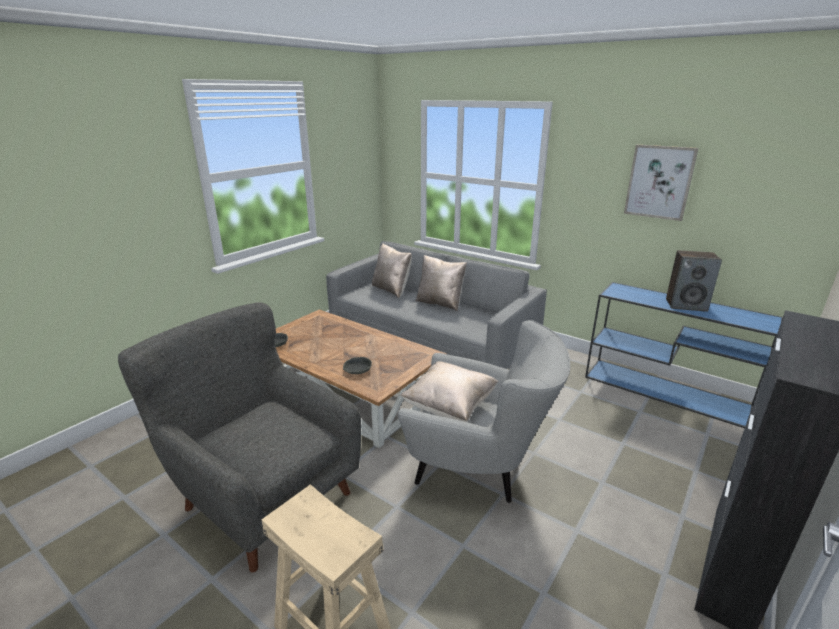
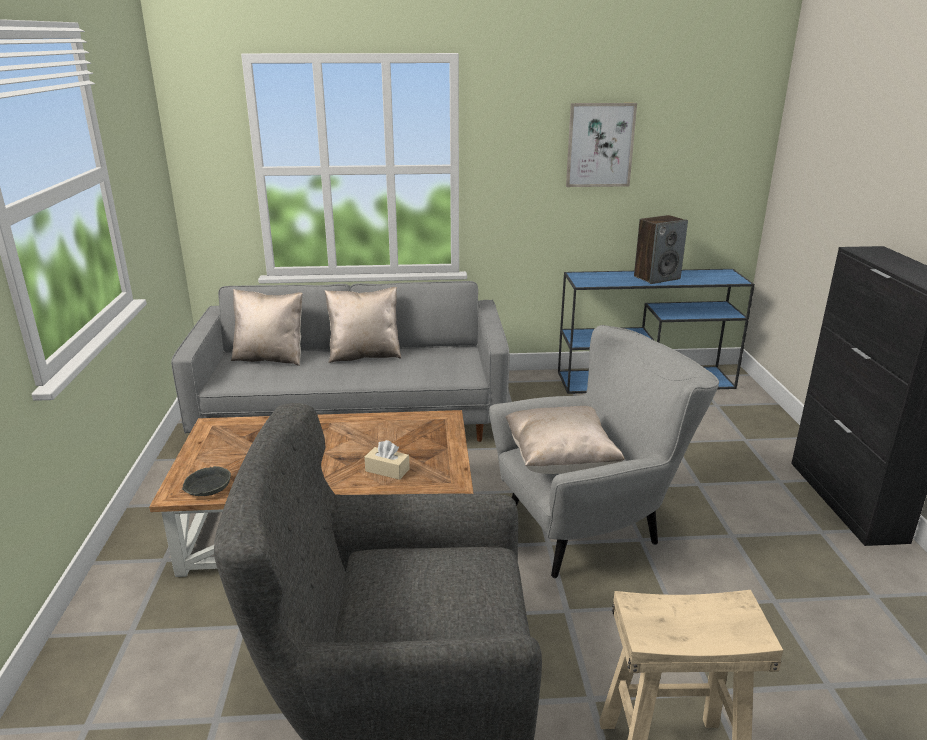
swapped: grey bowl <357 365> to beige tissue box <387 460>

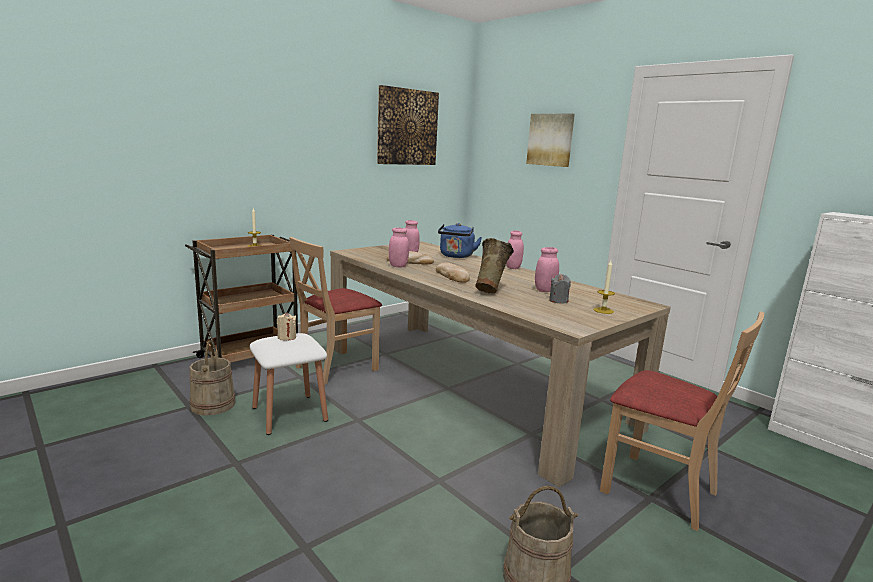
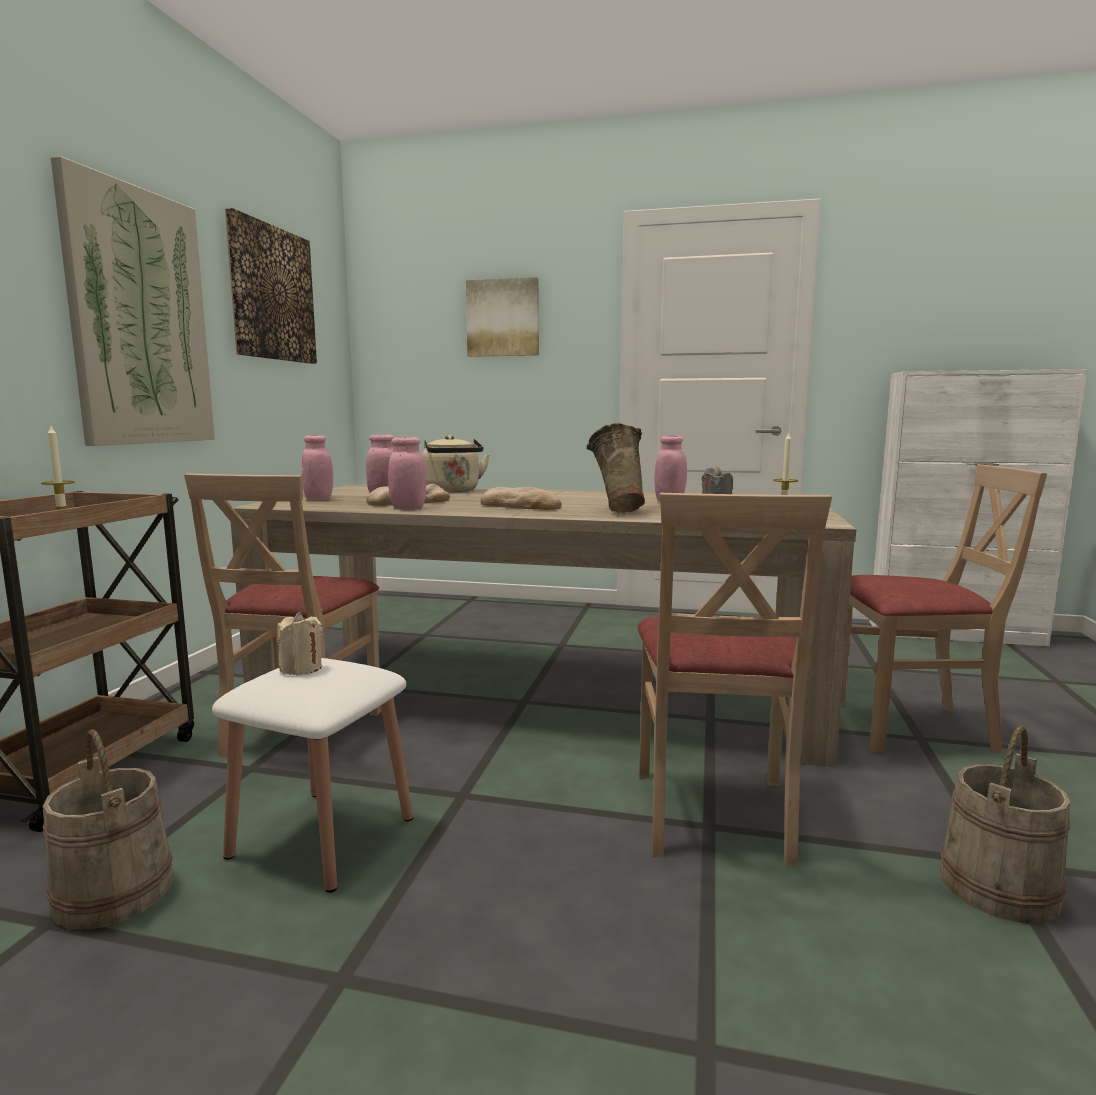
new: picture <133 301>; beige chair <735 679>
shifted: pink jar <515 249> to <317 468>
repainted: blue kettle <460 240> to beige kettle <456 464>

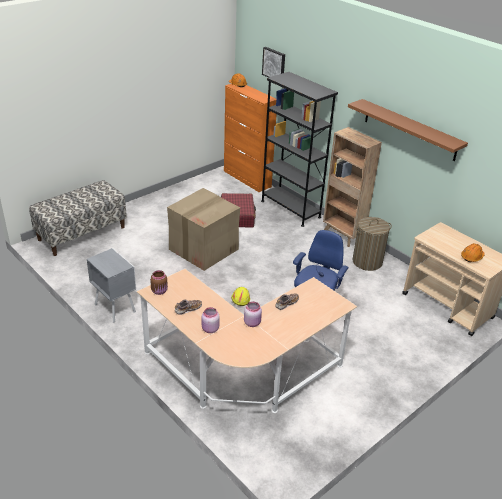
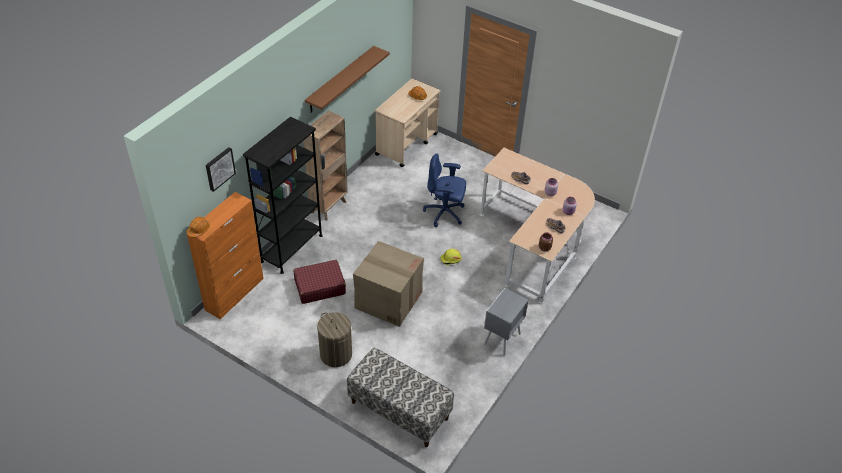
shifted: laundry basket <372 244> to <334 339>

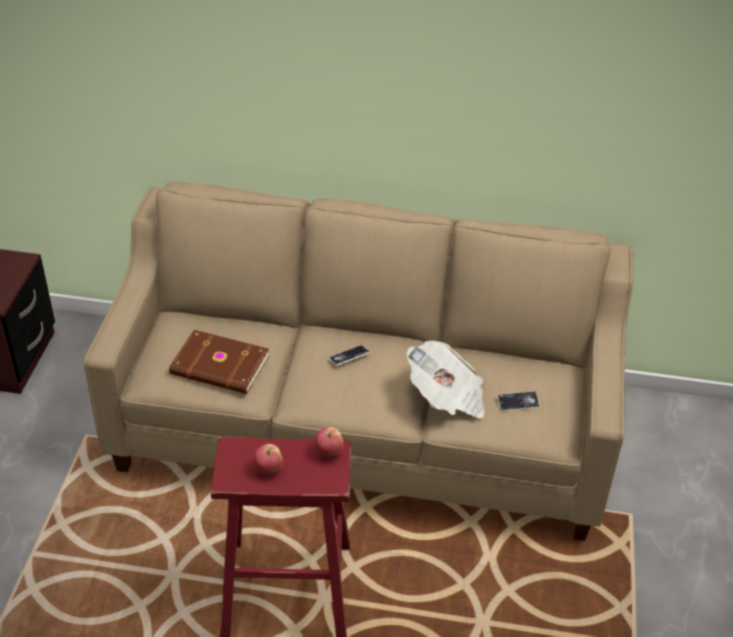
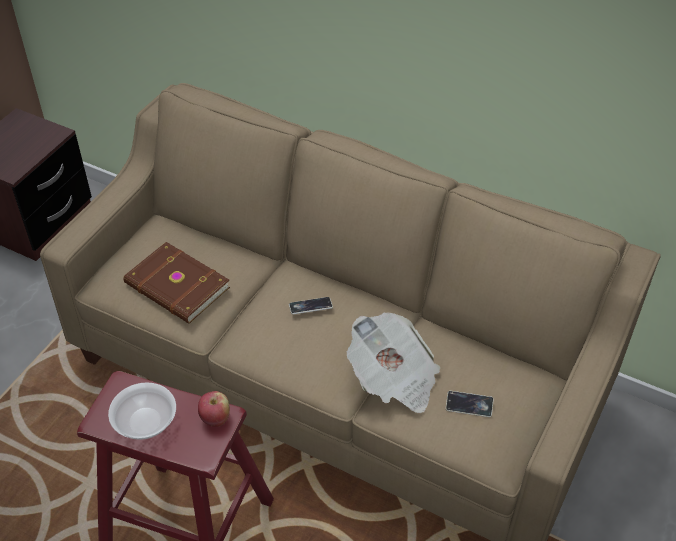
swapped: apple <268 460> to bowl <142 411>

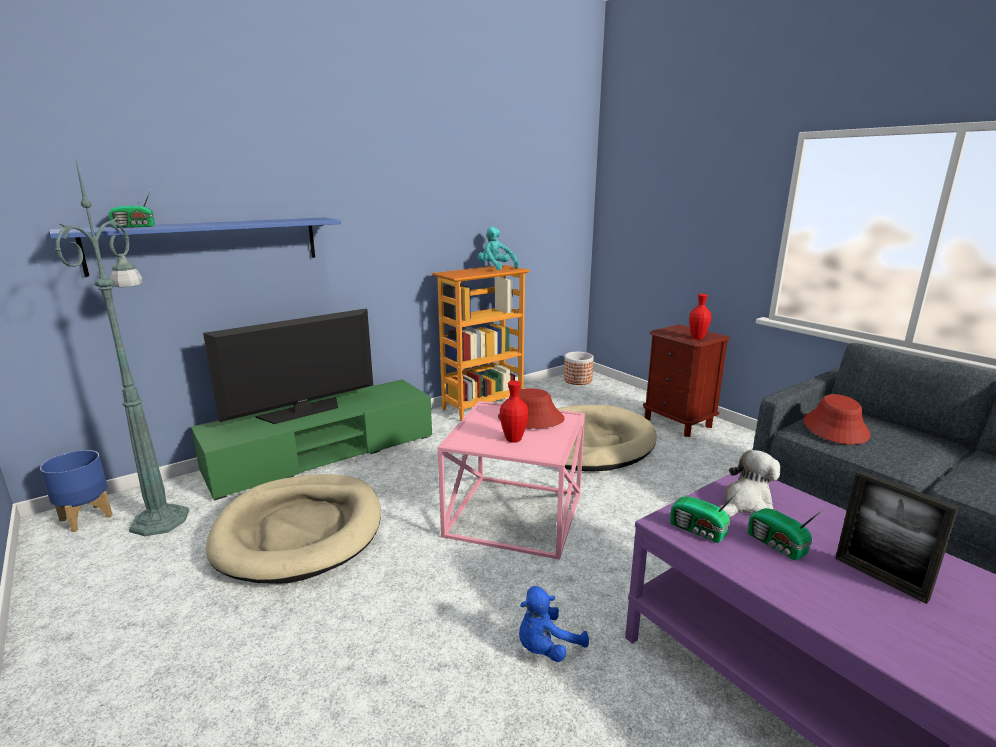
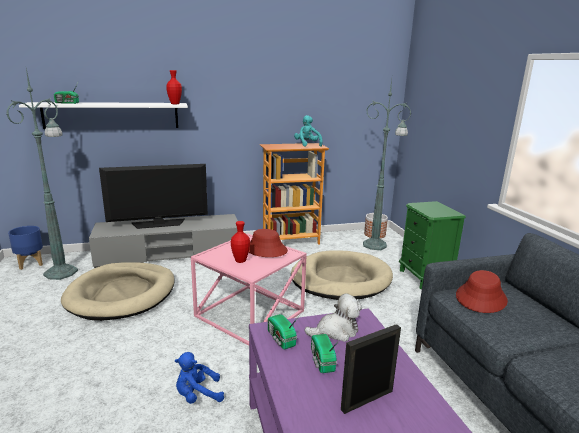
new: green floor lamp <387 164>
shifted: red vase <700 316> to <174 87>
repainted: blue shelf <195 247> to white shelf <103 115>; green tv stand <311 439> to grey tv stand <163 241>; brown nightstand <686 380> to green nightstand <432 245>
rotated: picture frame <897 537> = <371 369> 75 degrees clockwise

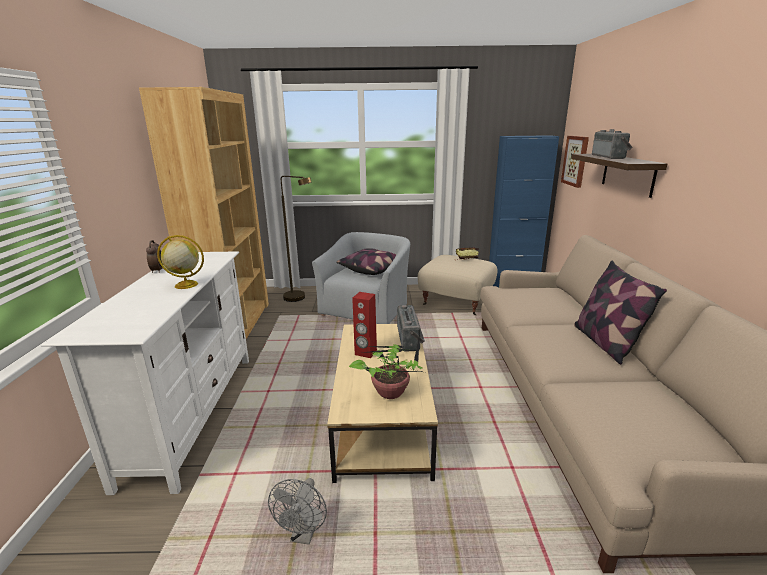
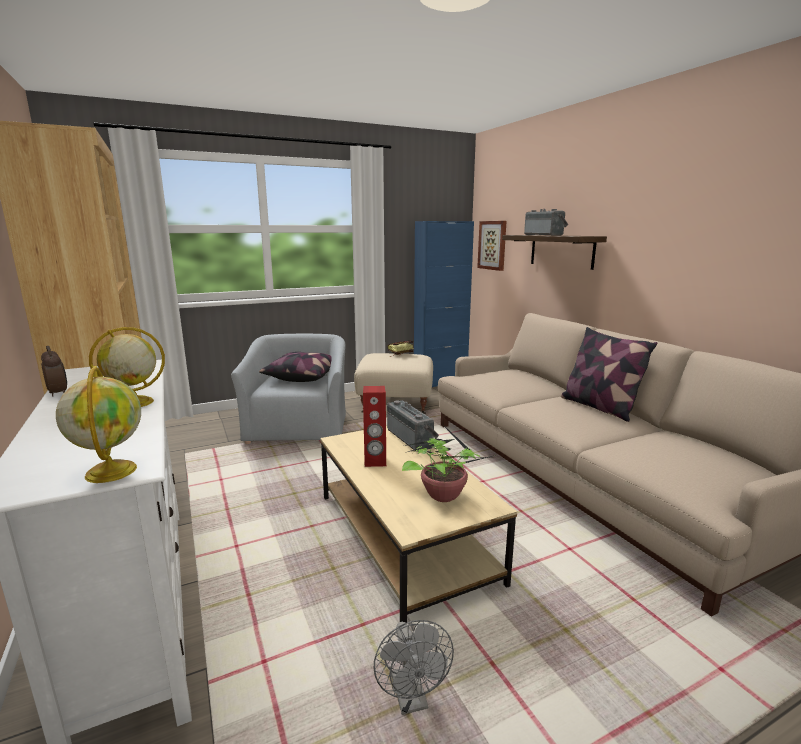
gone: brown floor lamp <296 239>
new: globe <98 424>

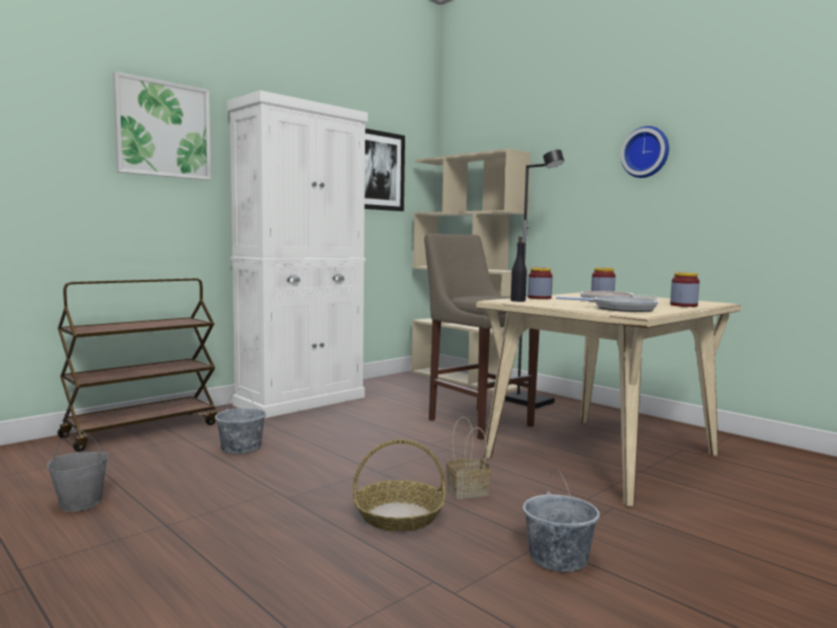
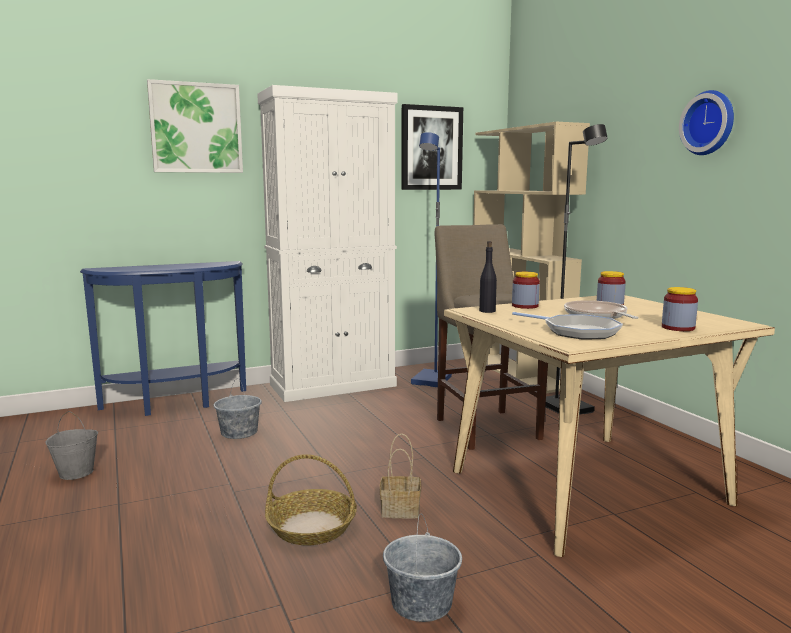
new: blue floor lamp <431 259>
swapped: brown cart <137 365> to blue console table <163 338>

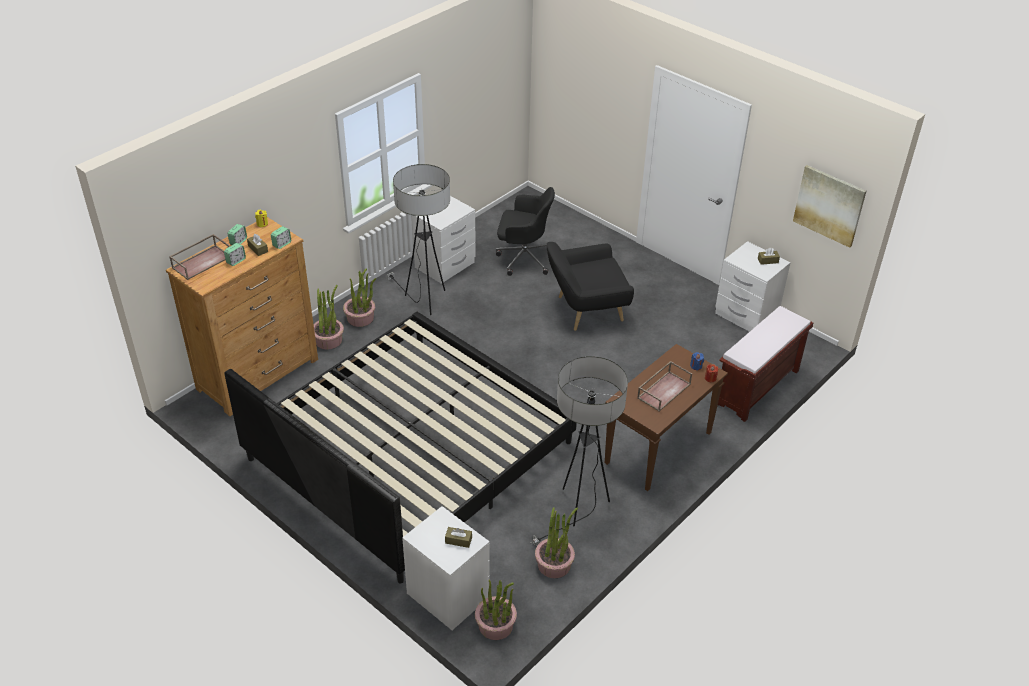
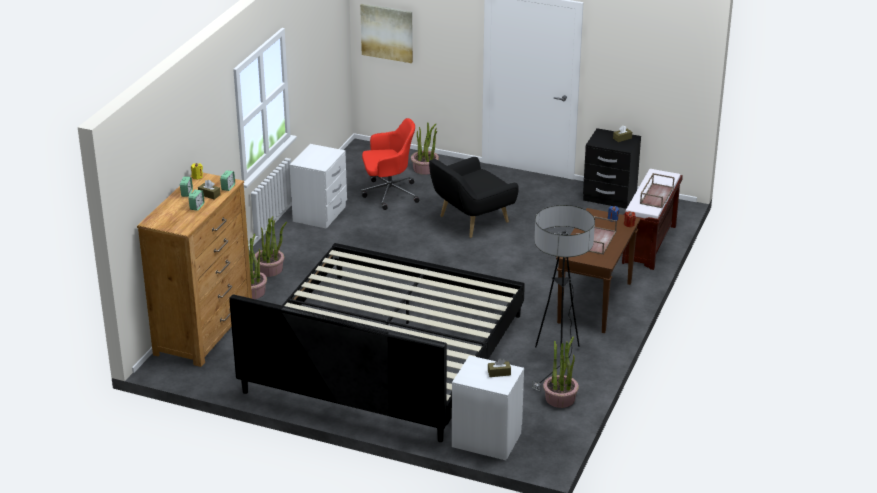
gone: floor lamp <418 239>
shifted: brown tray <199 257> to <657 190>; potted plant <496 610> to <425 149>; picture <829 206> to <386 33>
repainted: black office chair <525 231> to red office chair <390 164>; white nightstand <753 286> to black nightstand <612 168>

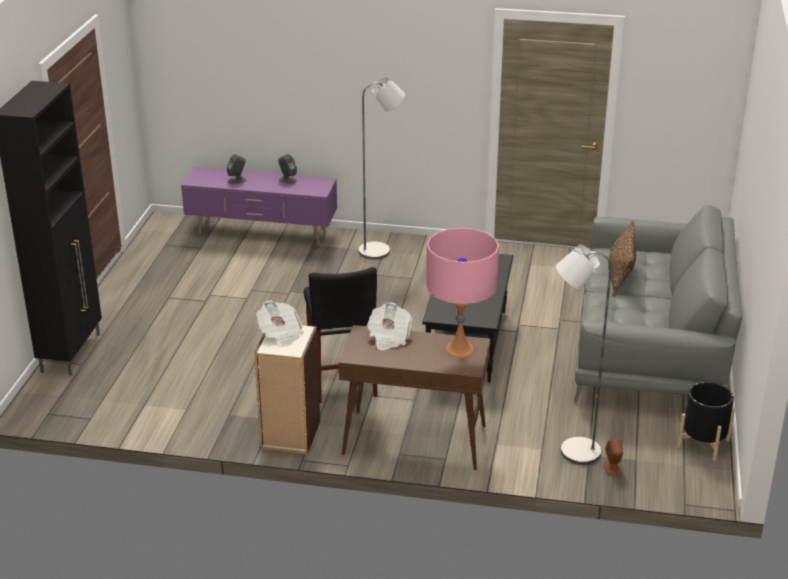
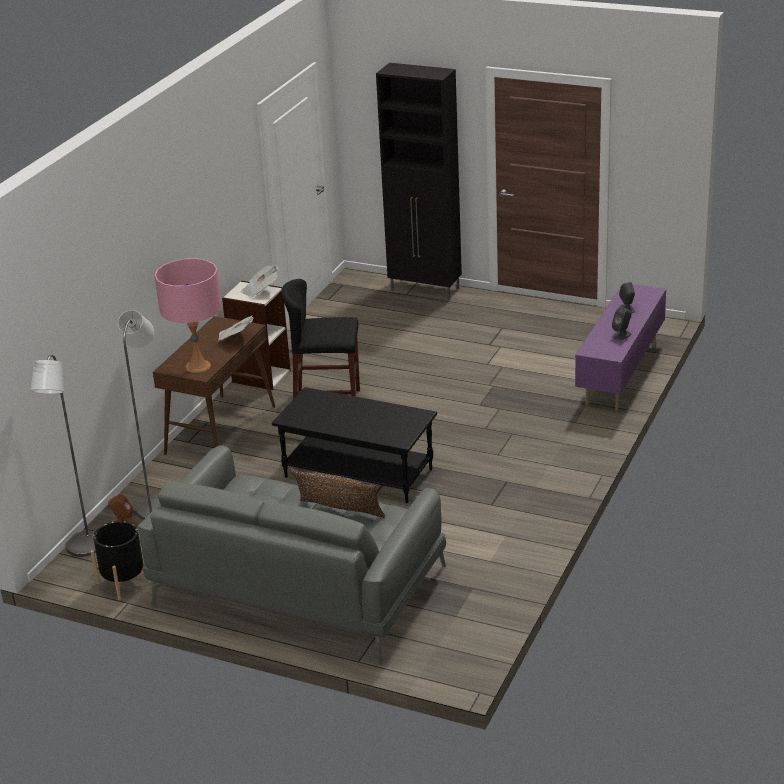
shifted: grey floor lamp <381 168> to <63 456>

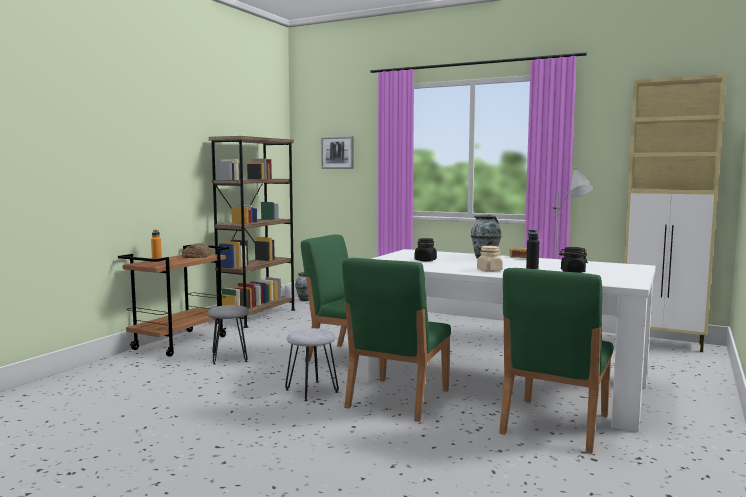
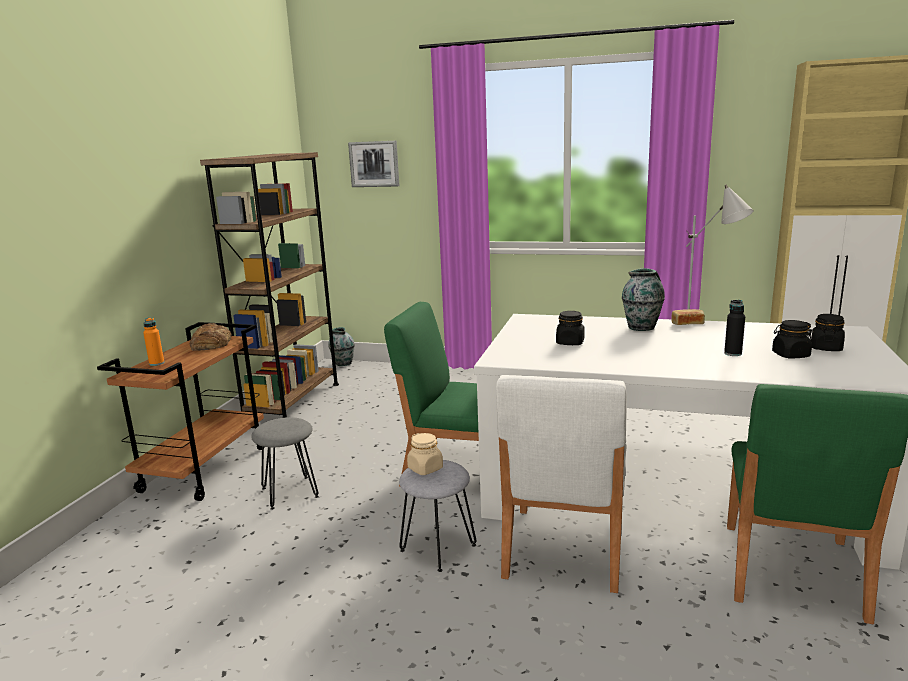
new: black jar <828 332>
shifted: beige jar <490 259> to <425 454>
repainted: green chair <396 340> to white chair <561 484>

